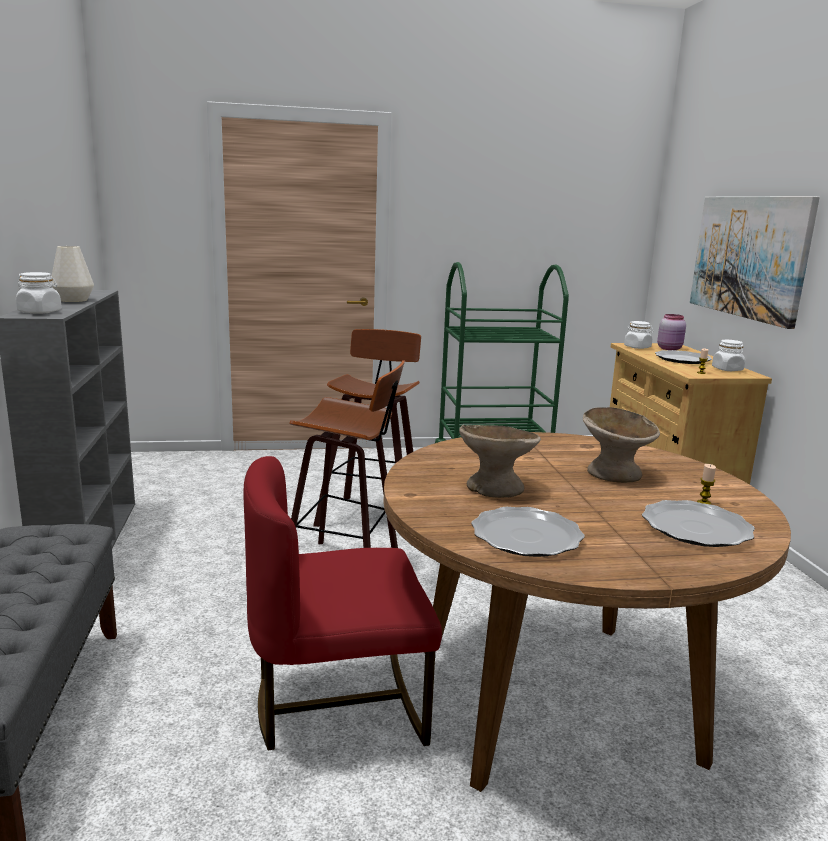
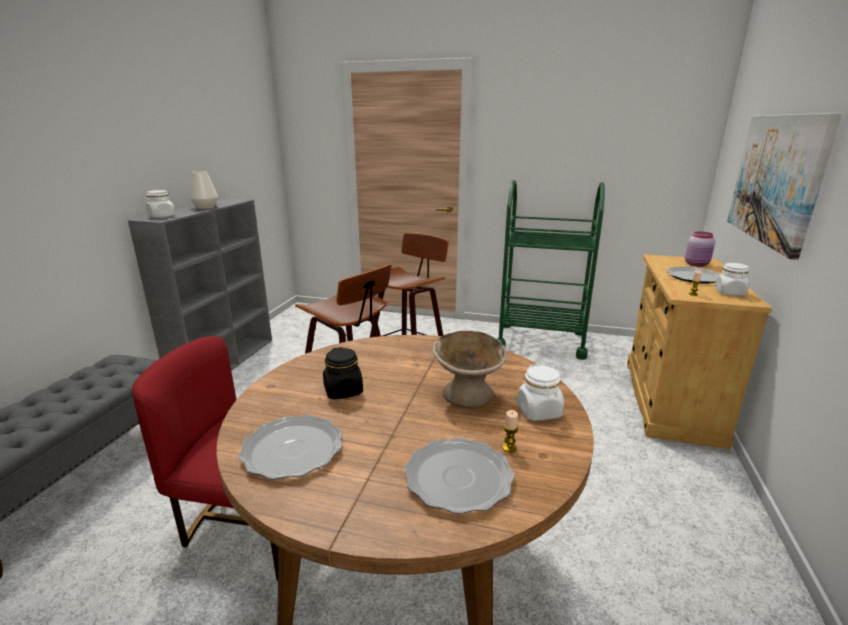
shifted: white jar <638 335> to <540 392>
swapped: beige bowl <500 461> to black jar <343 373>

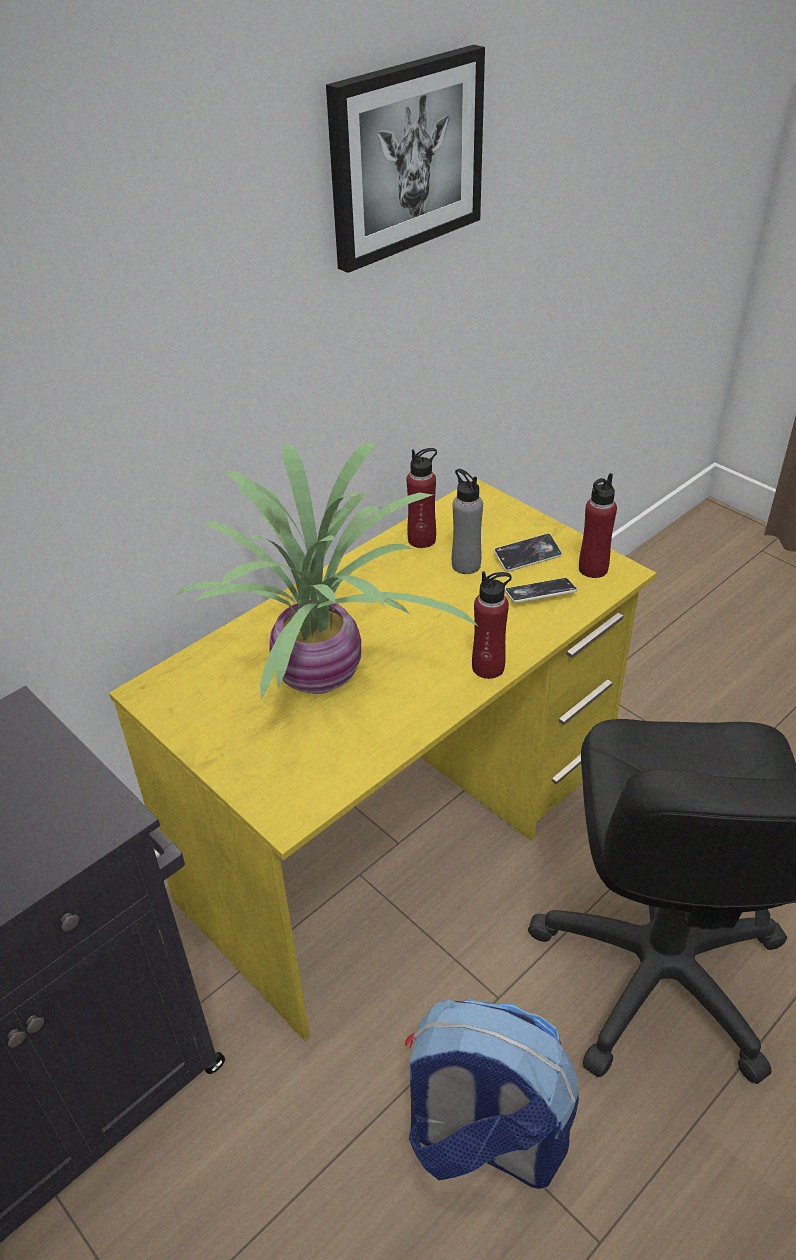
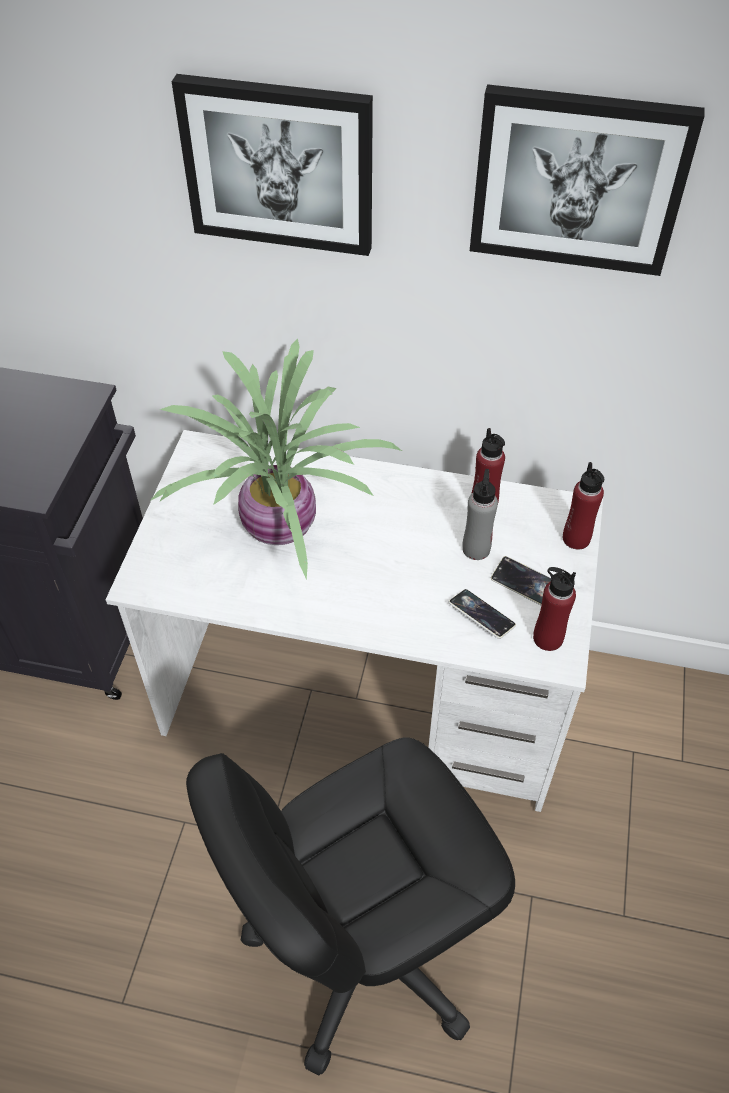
gone: backpack <492 1094>
new: picture <272 165>
shifted: red bottle <492 625> to <583 505>
repainted: yellow desk <382 760> to white desk <354 621>

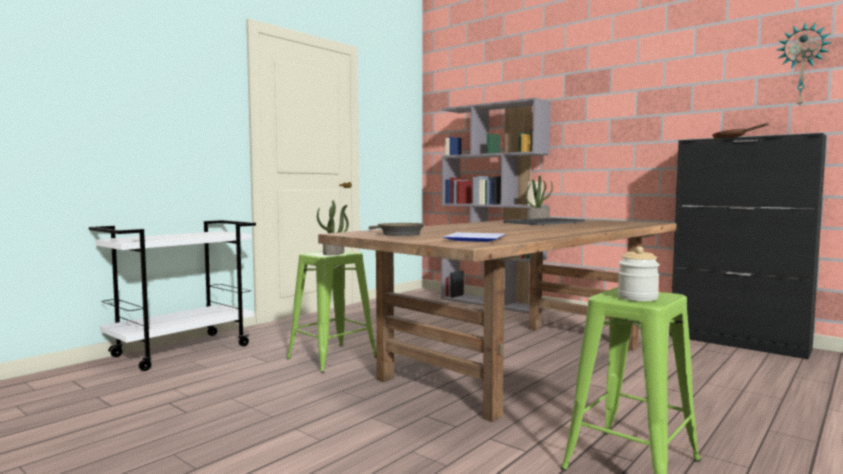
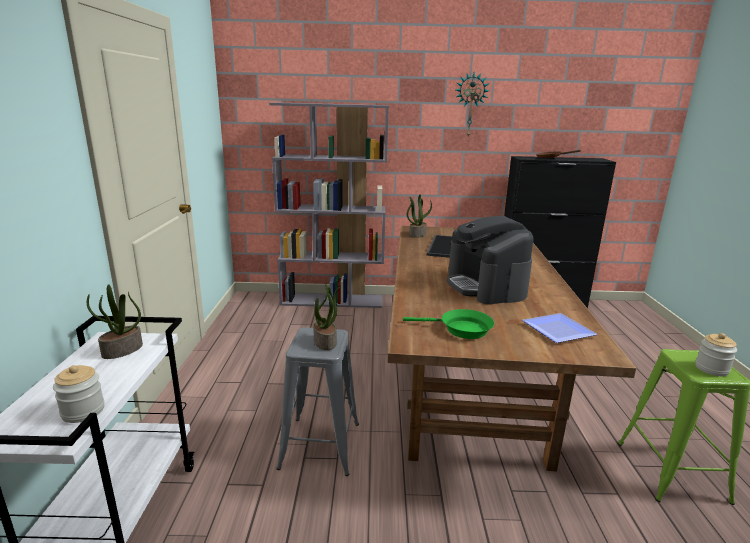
new: jar <79 394>; potted plant <115 321>; coffee machine <490 260>
shifted: wall clock <804 65> to <472 104>
repainted: green stool <331 312> to grey stool <317 401>; brown frying pan <397 229> to green frying pan <448 324>

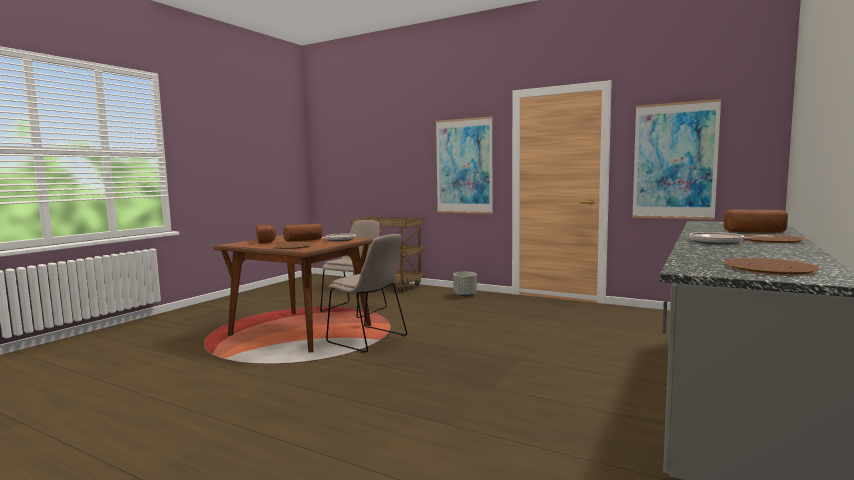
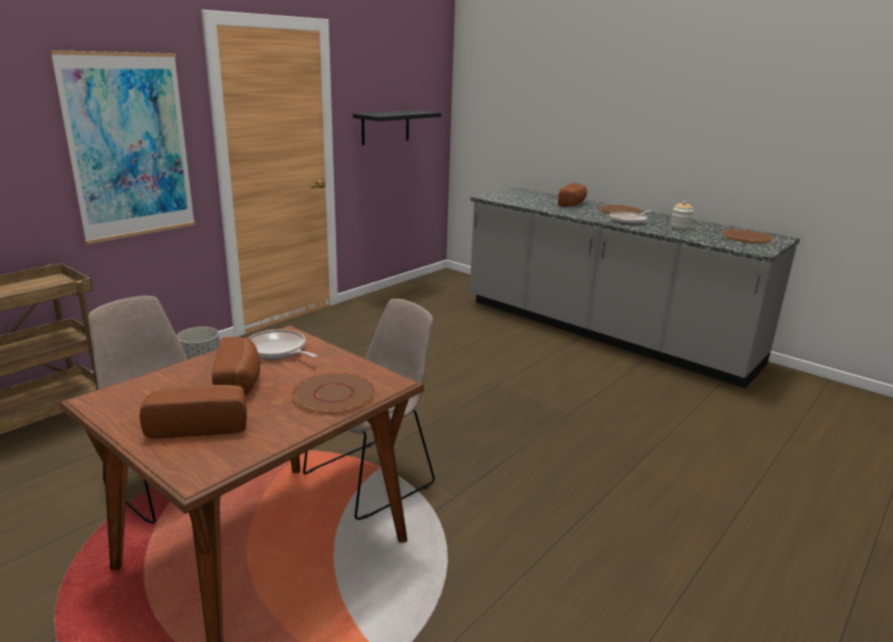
new: jar <682 215>
swapped: picture <676 159> to black shelf <397 127>

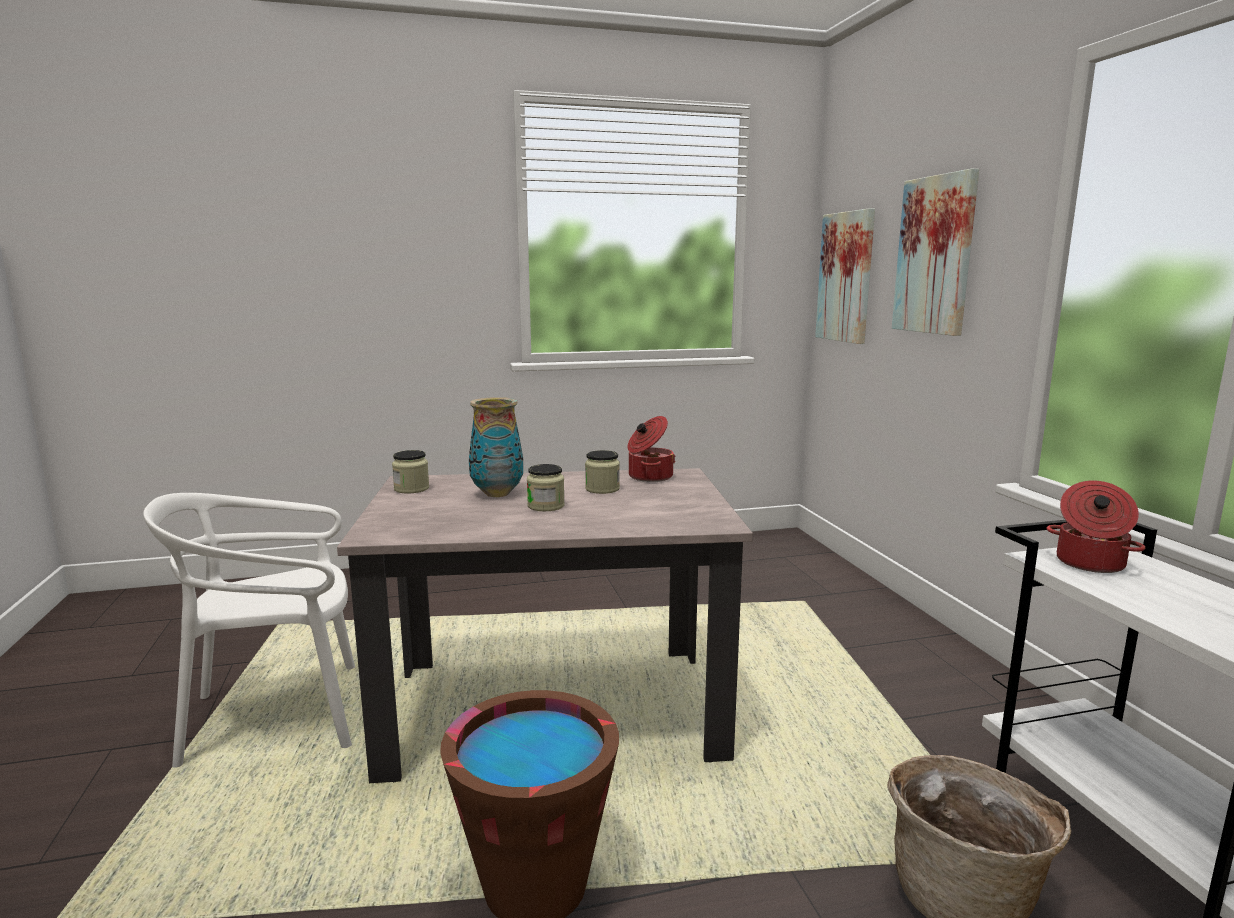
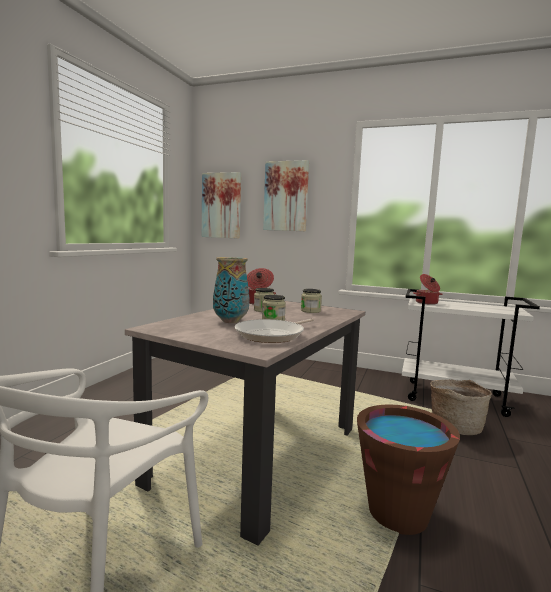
new: frying pan <274 330>
shifted: jar <410 471> to <311 301>

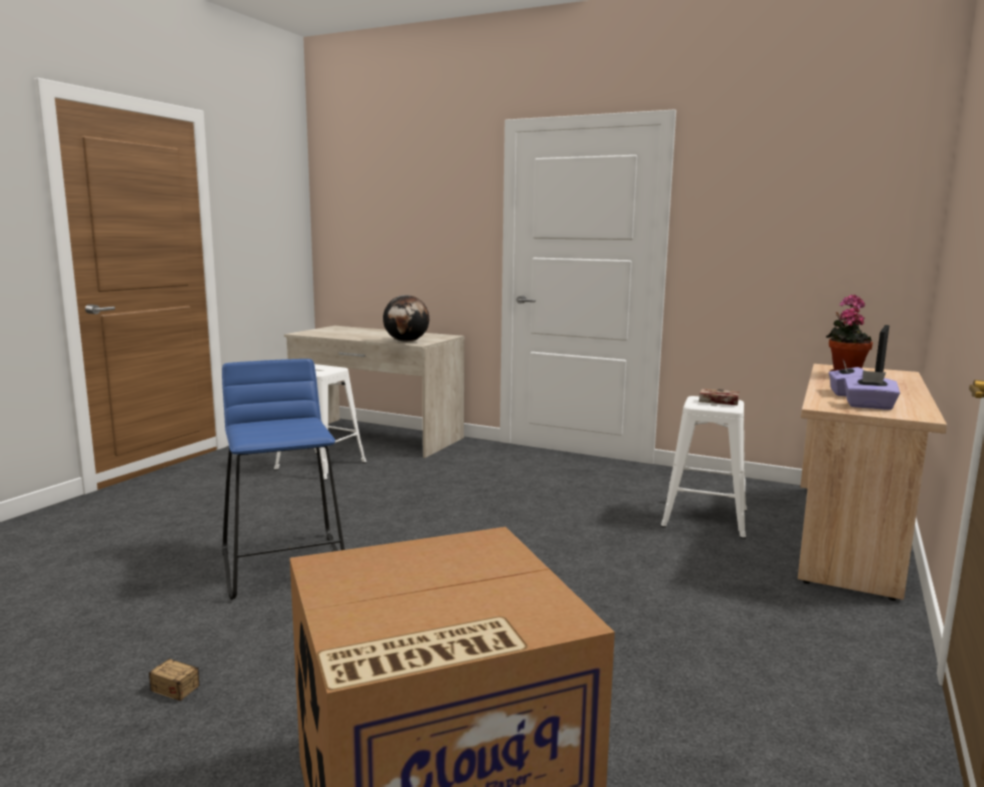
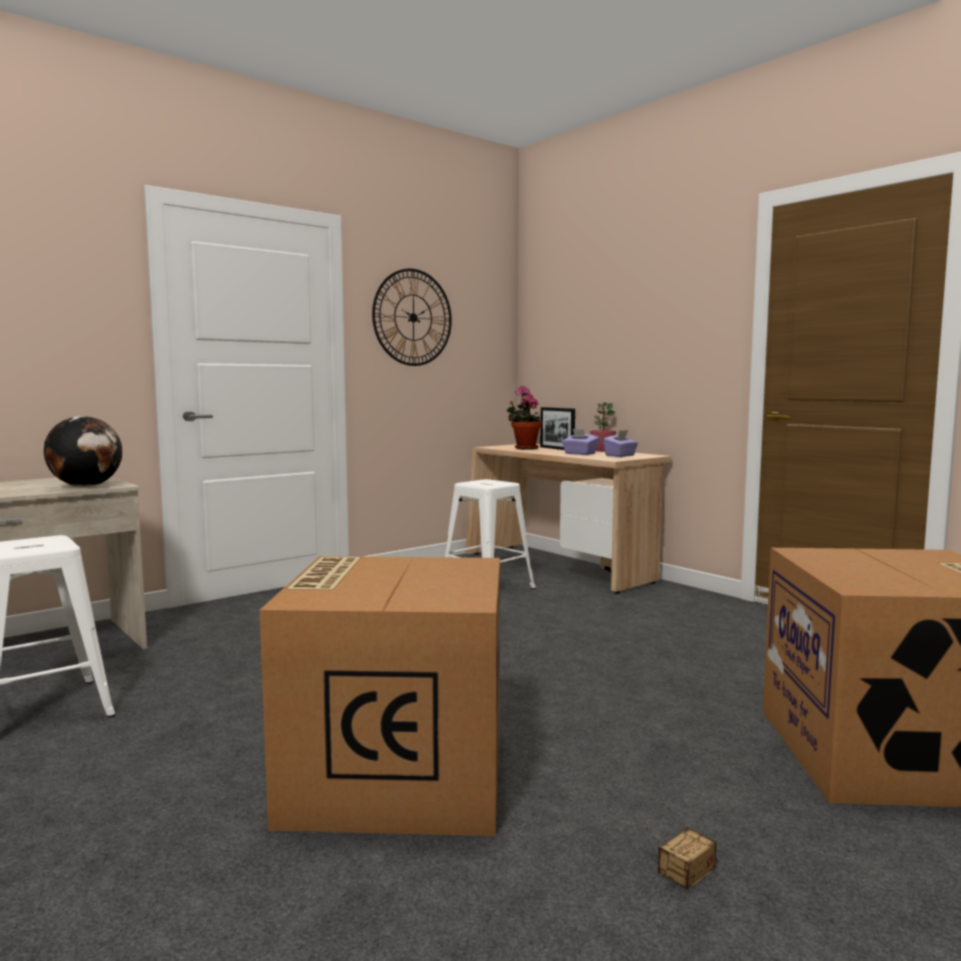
gone: book <719 396>
new: wall clock <412 317>; potted plant <603 427>
swapped: blue stool <283 479> to cardboard box <379 696>

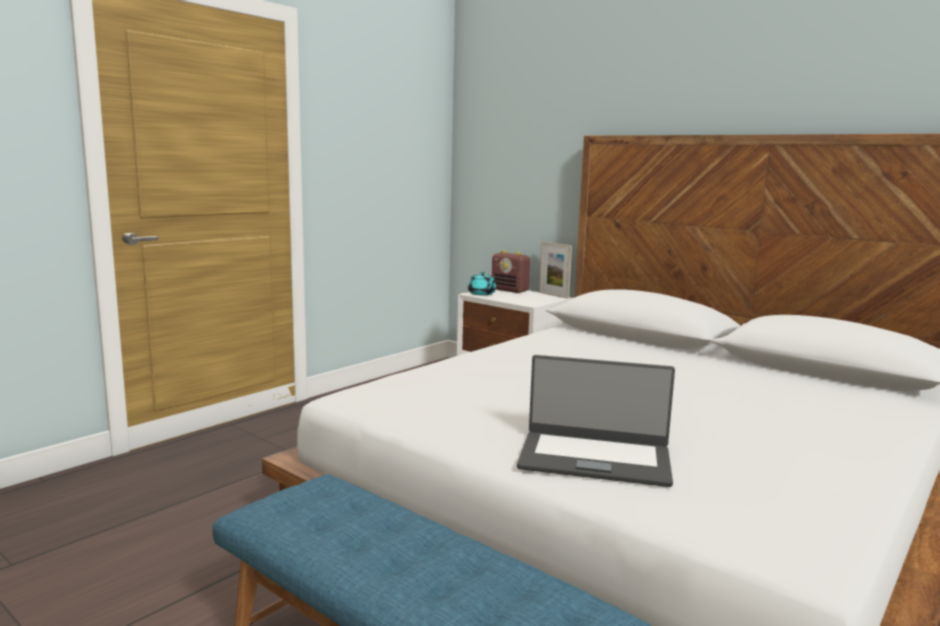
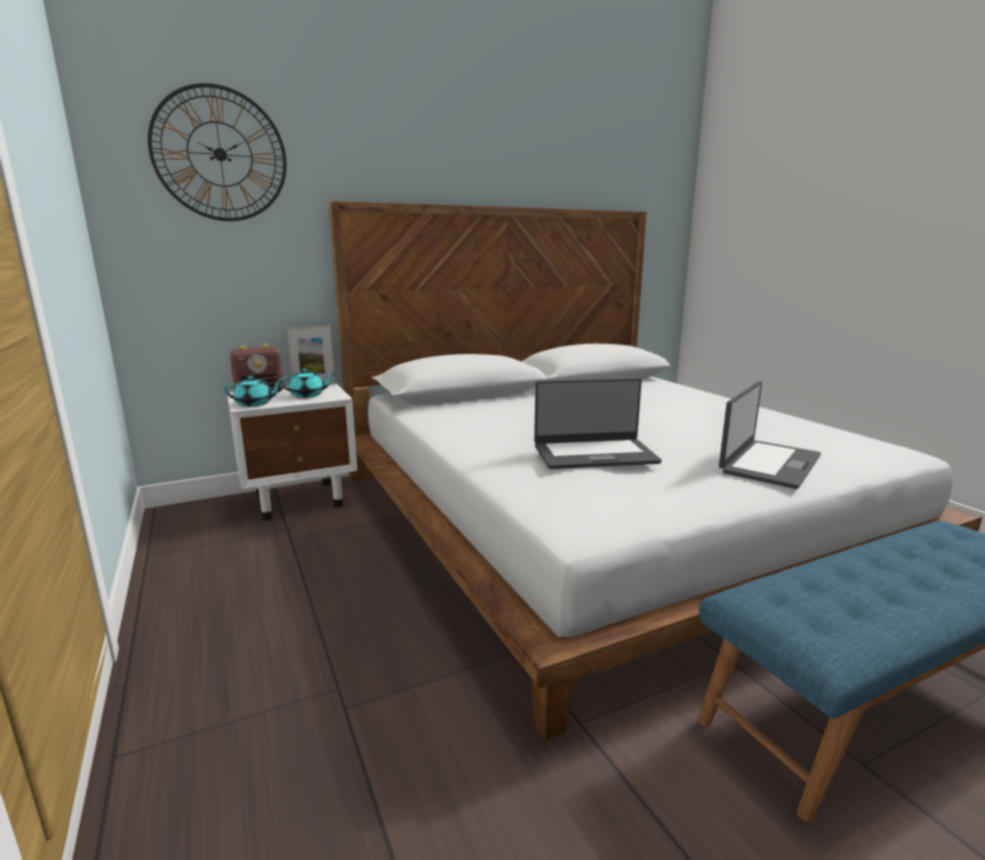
new: wall clock <217 152>; turquoise teapot <307 383>; laptop <598 423>

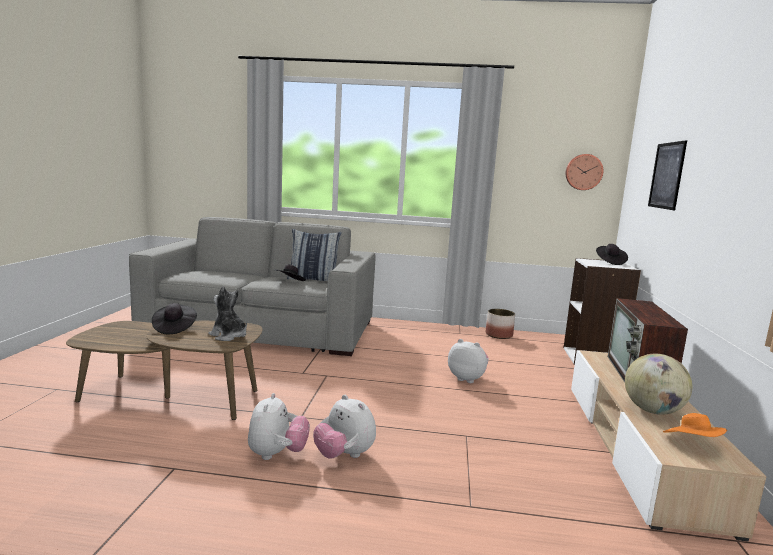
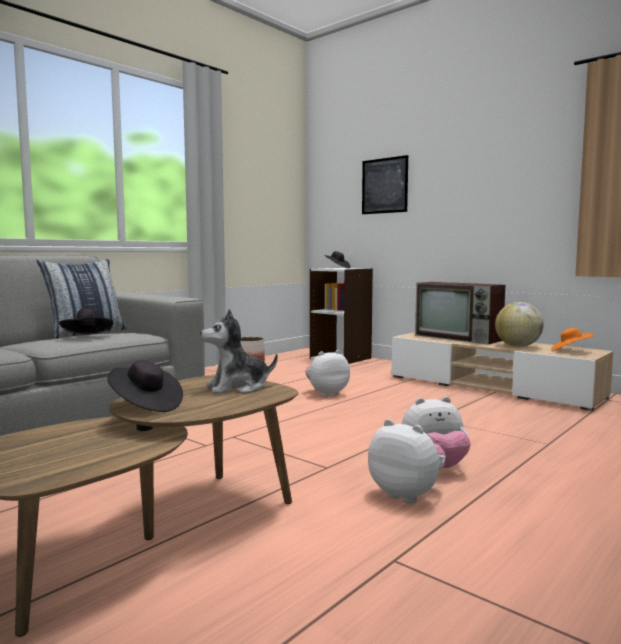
gone: wall clock <584 172>

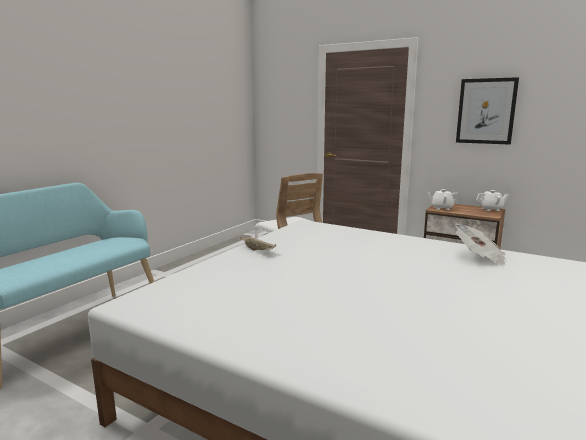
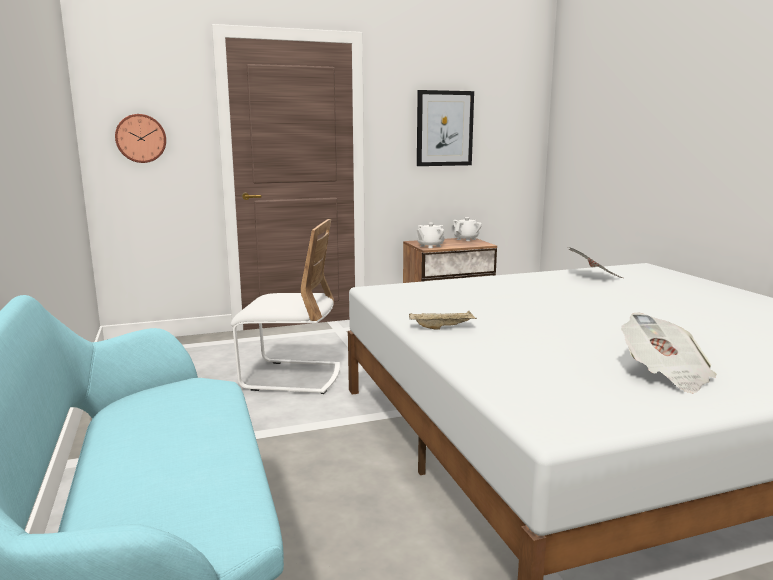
new: wall clock <140 138>; newspaper <669 353>

